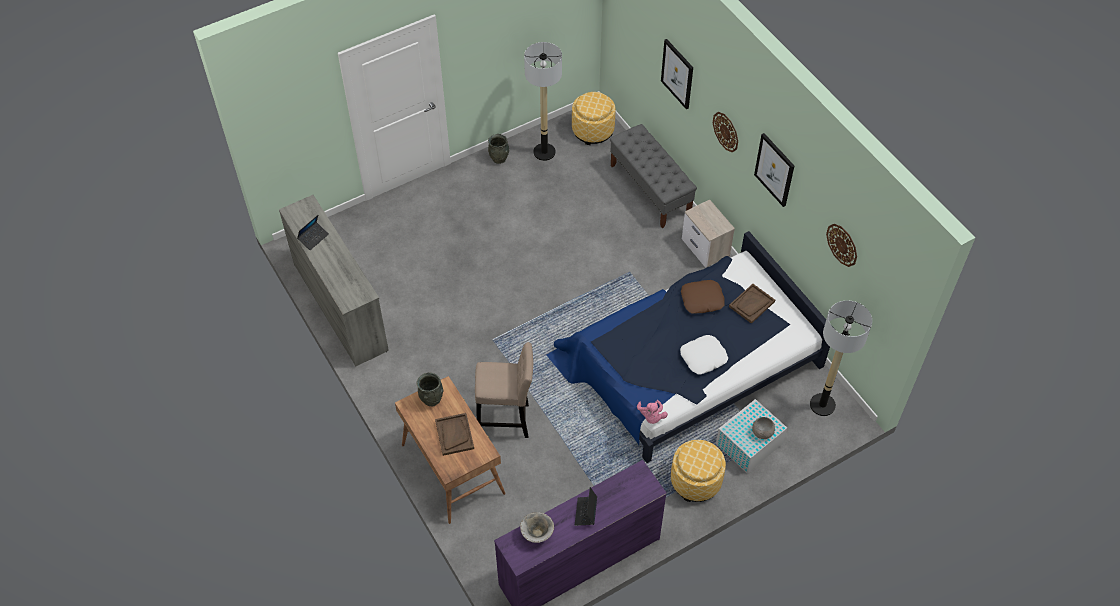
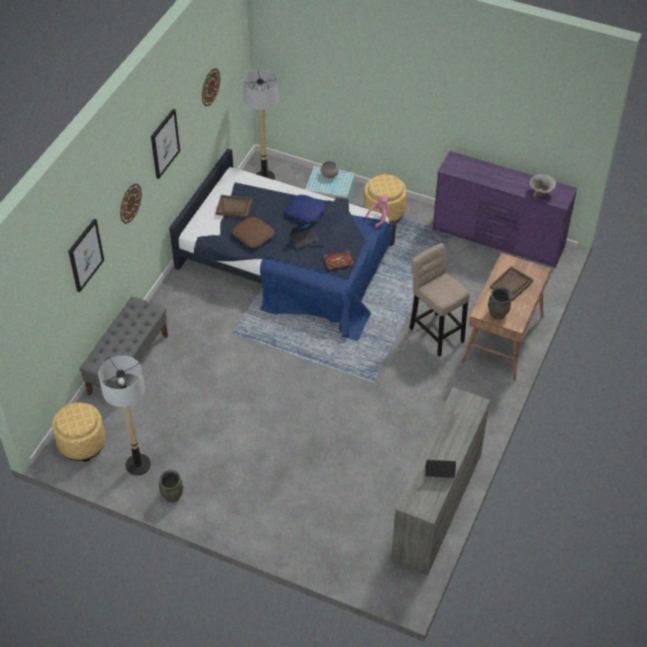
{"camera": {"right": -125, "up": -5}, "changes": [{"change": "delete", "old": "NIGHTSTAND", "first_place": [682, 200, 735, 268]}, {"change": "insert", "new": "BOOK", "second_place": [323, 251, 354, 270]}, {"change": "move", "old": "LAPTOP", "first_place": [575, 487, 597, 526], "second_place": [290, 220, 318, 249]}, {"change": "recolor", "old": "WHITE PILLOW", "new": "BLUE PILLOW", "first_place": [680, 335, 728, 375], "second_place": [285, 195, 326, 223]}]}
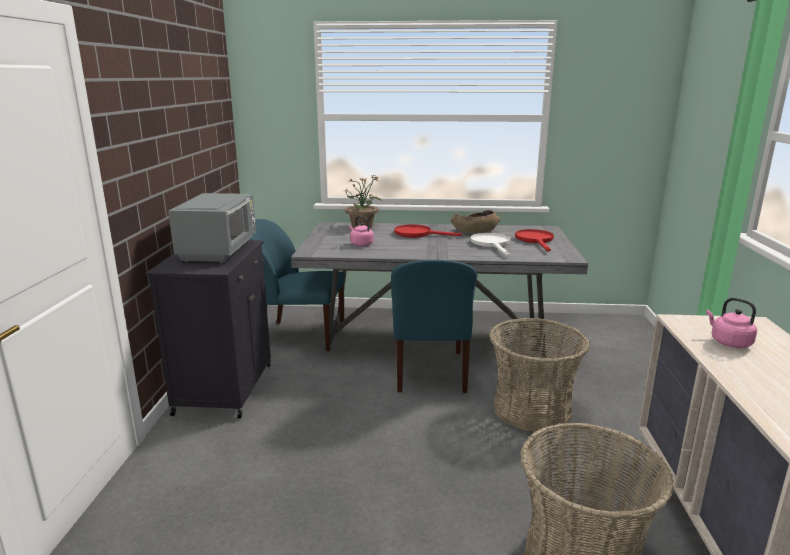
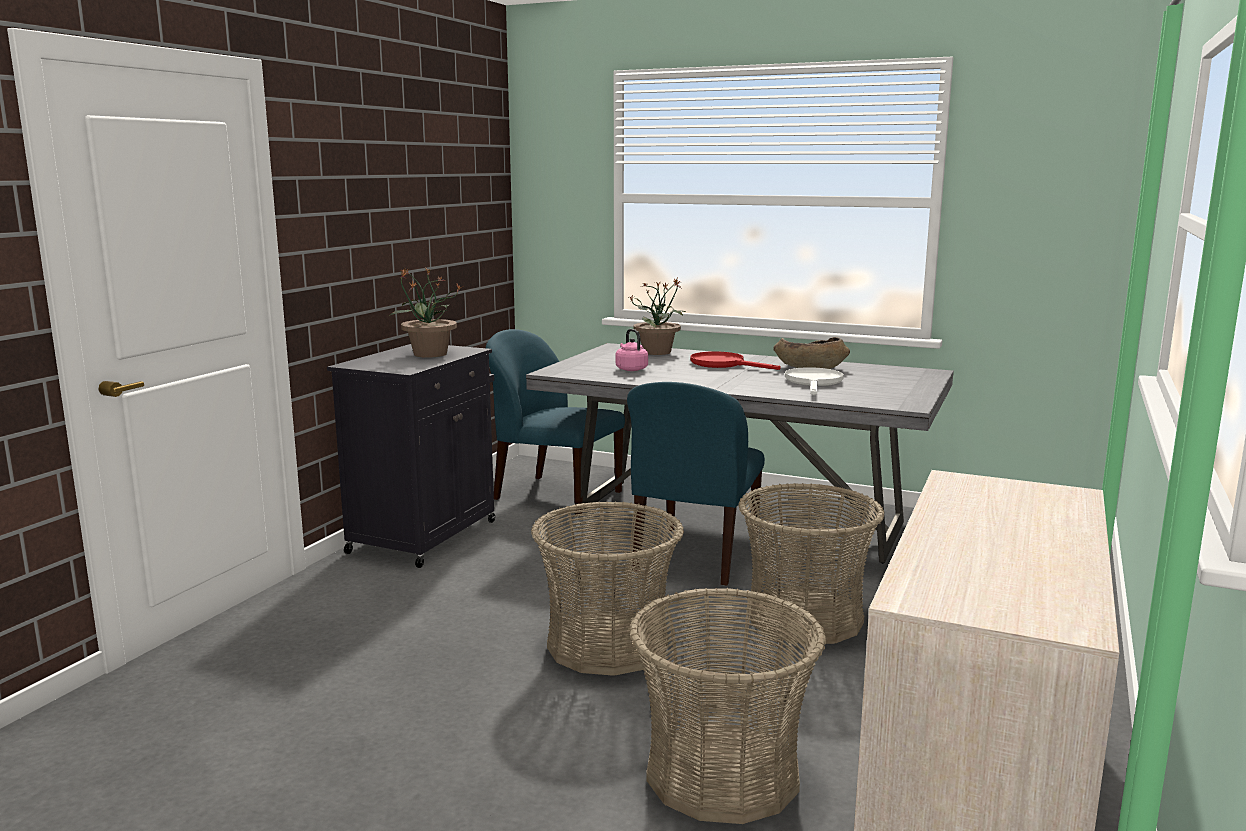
{"camera": {"right": 20, "up": -5}, "changes": [{"change": "delete", "old": "RED FRYING PAN", "first_place": [515, 229, 554, 252]}, {"change": "delete", "old": "PINK KETTLE", "first_place": [706, 298, 757, 348]}, {"change": "insert", "new": "BASKET", "second_place": [531, 501, 684, 676]}, {"change": "replace", "old": "GREY MICROWAVE", "new": "POTTED PLANT", "first_place": [168, 193, 256, 263], "second_place": [390, 268, 462, 358]}]}
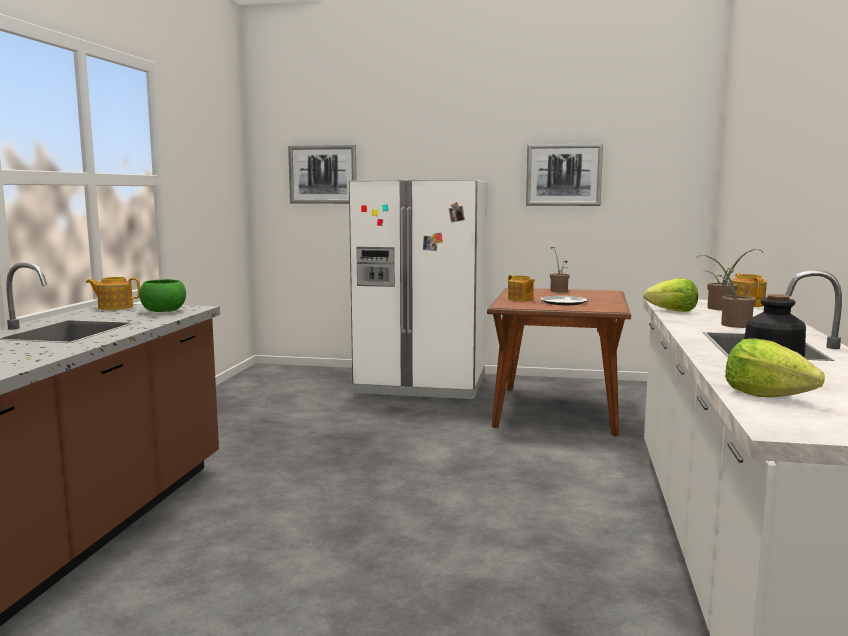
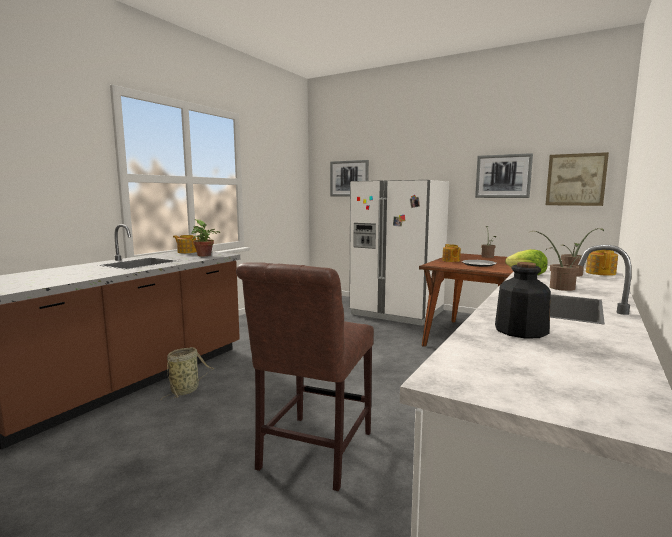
{"camera": {"right": 20, "up": 0}, "changes": [{"change": "delete", "old": "LETTUCE", "first_place": [725, 338, 825, 397]}, {"change": "insert", "new": "BASKET", "second_place": [161, 347, 215, 399]}, {"change": "insert", "new": "BROWN CHAIR", "second_place": [236, 262, 374, 491]}, {"change": "insert", "new": "PICTURE", "second_place": [546, 152, 609, 206]}, {"change": "replace", "old": "GREEN BOWL", "new": "POTTED PLANT", "first_place": [139, 279, 186, 312], "second_place": [191, 219, 220, 256]}]}
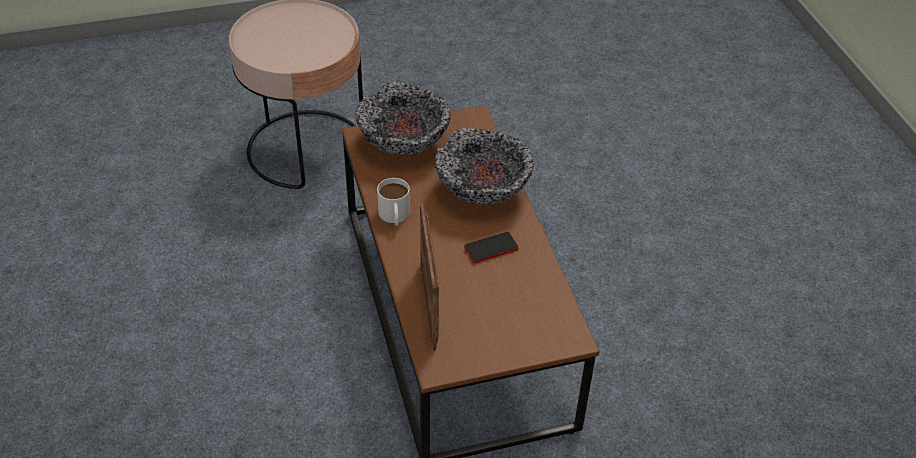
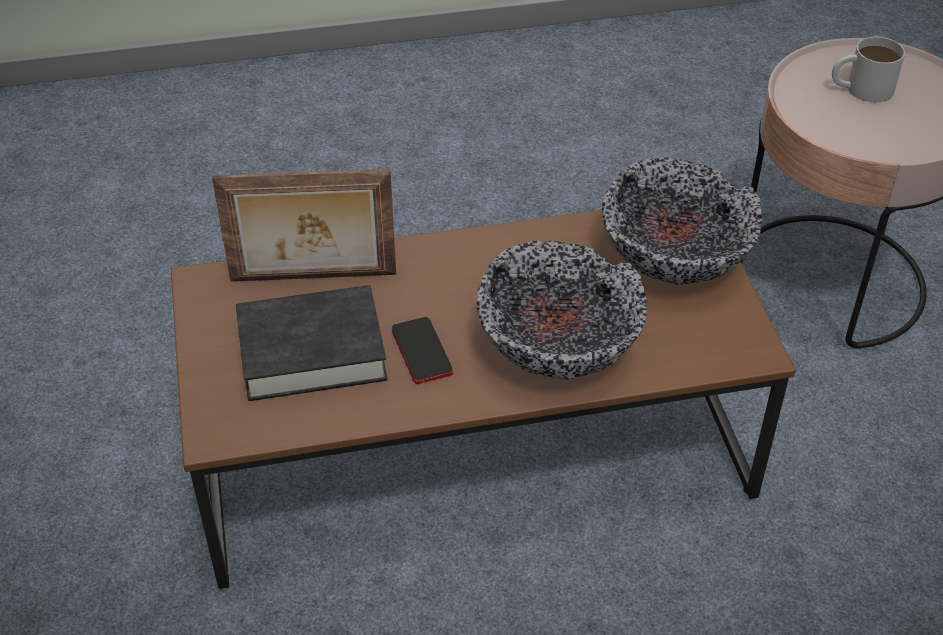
{"camera": {"right": 95, "up": 0}, "changes": [{"change": "insert", "new": "BLACK BOOK", "second_place": [236, 285, 388, 401]}, {"change": "move", "old": "WHITE MUG", "first_place": [377, 178, 410, 226], "second_place": [832, 37, 905, 102]}]}
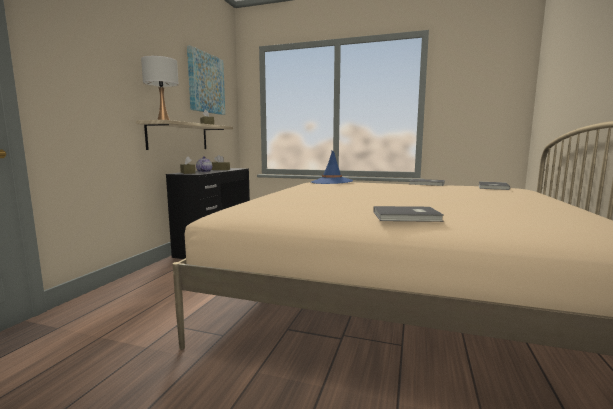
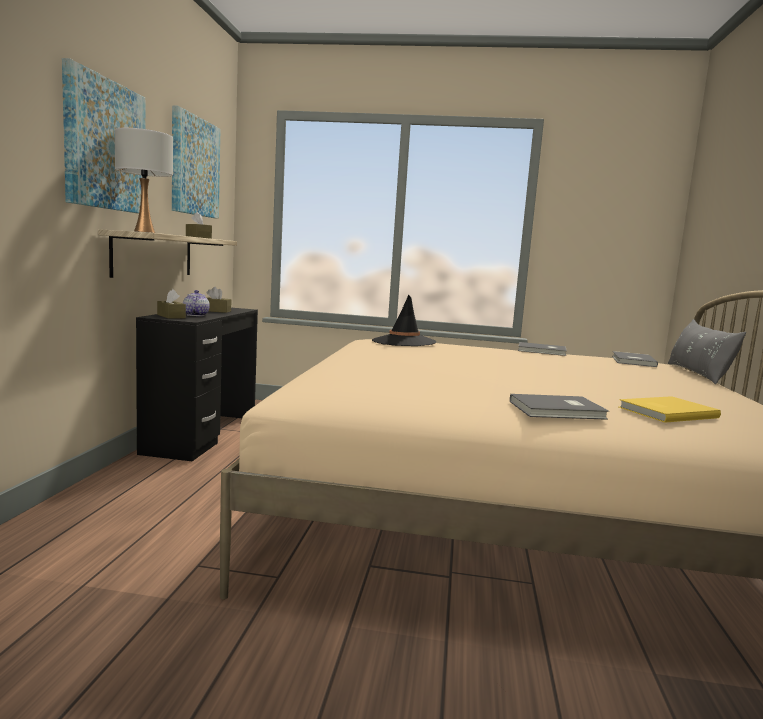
{"camera": {"right": -10, "up": 0}, "changes": [{"change": "insert", "new": "PICTURE", "second_place": [62, 58, 145, 214]}, {"change": "insert", "new": "YELLOW BOOK", "second_place": [619, 396, 721, 423]}, {"change": "insert", "new": "GREY PILLOW", "second_place": [668, 319, 746, 384]}, {"change": "recolor", "old": "BLUE HAT", "new": "BLACK HAT", "first_place": [311, 151, 353, 184], "second_place": [372, 295, 436, 346]}]}
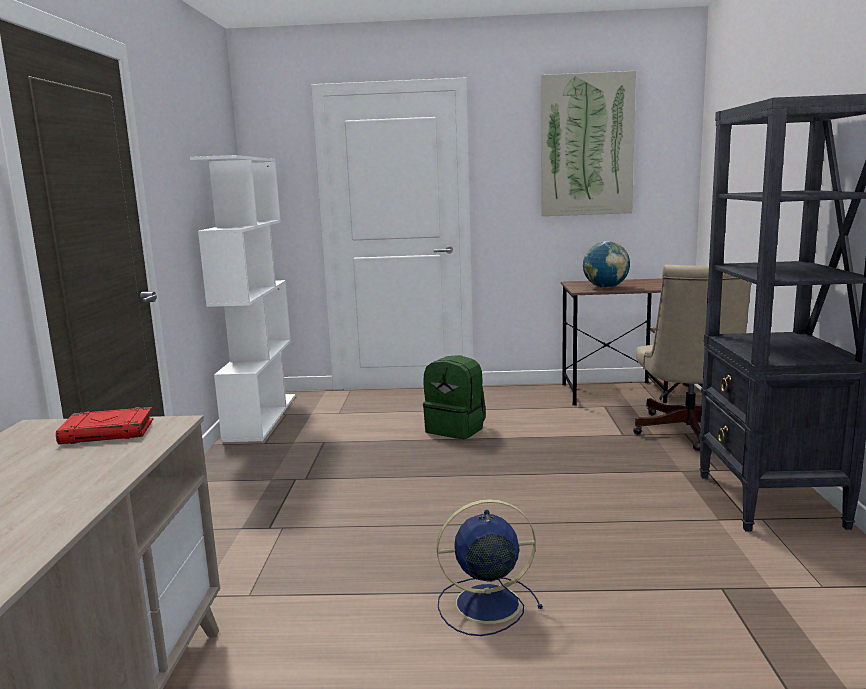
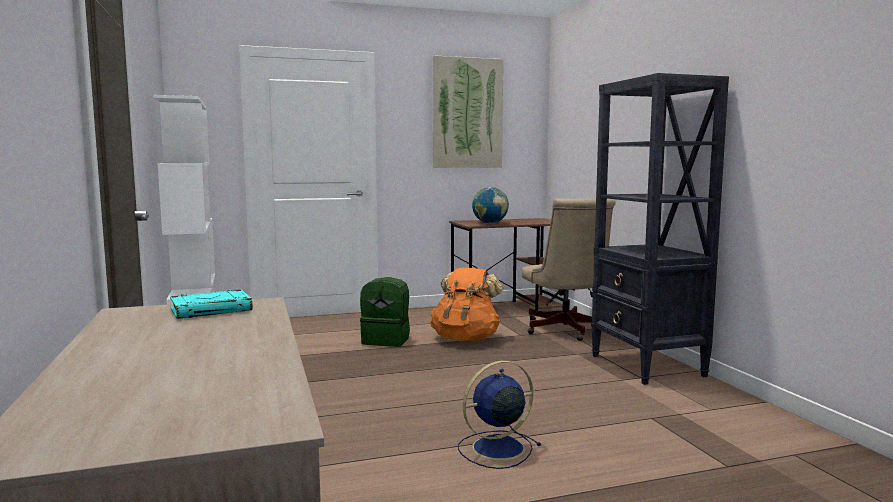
{"camera": {"right": -20, "up": -5}, "changes": [{"change": "insert", "new": "ORANGE BACKPACK", "second_place": [430, 268, 503, 341]}, {"change": "recolor", "old": "RED BOOK", "new": "TURQUOISE BOOK", "first_place": [56, 407, 153, 444], "second_place": [170, 289, 253, 319]}]}
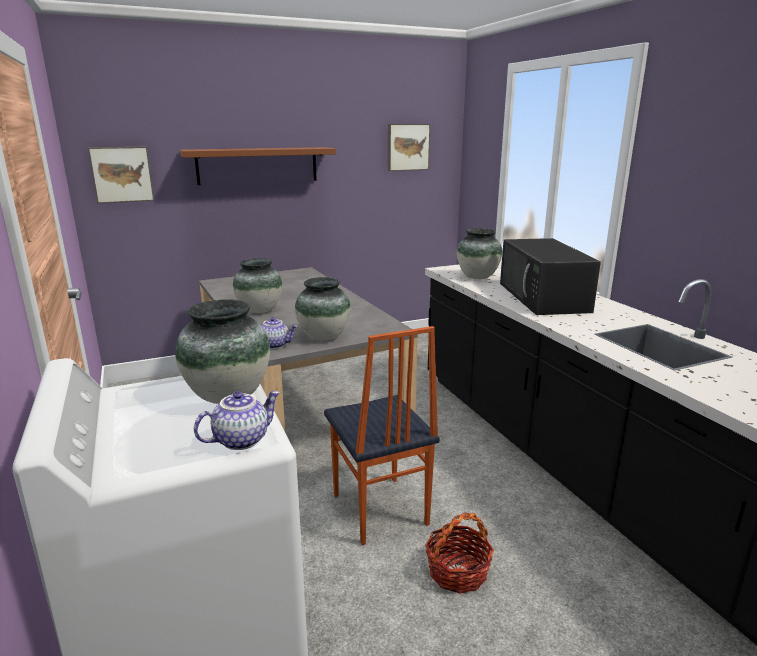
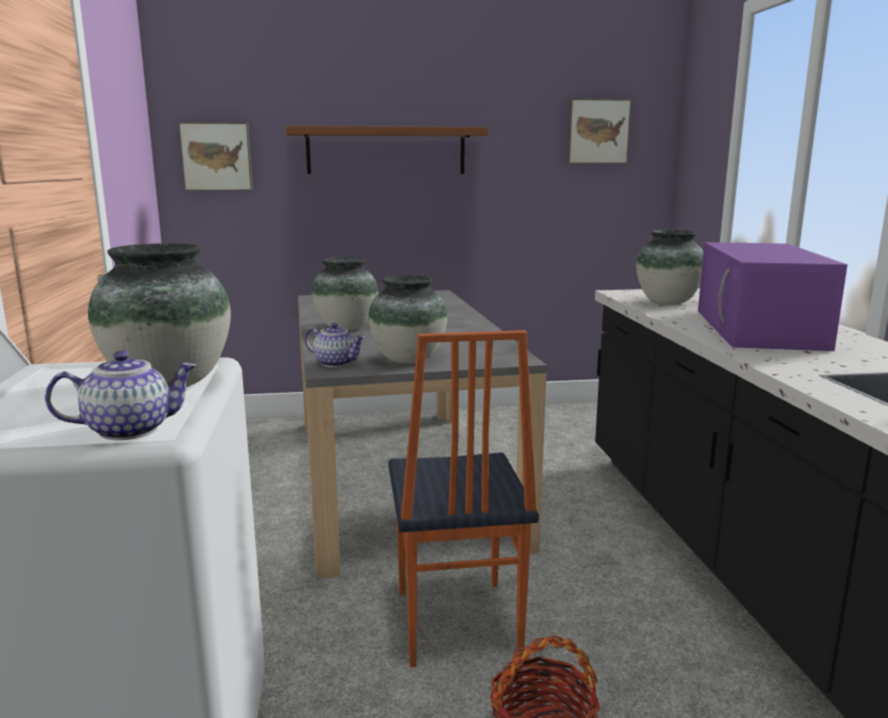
{"camera": {"right": 15, "up": -5}, "changes": [{"change": "recolor", "old": "BLACK MICROWAVE", "new": "PURPLE MICROWAVE", "first_place": [500, 238, 601, 315], "second_place": [698, 242, 847, 351]}]}
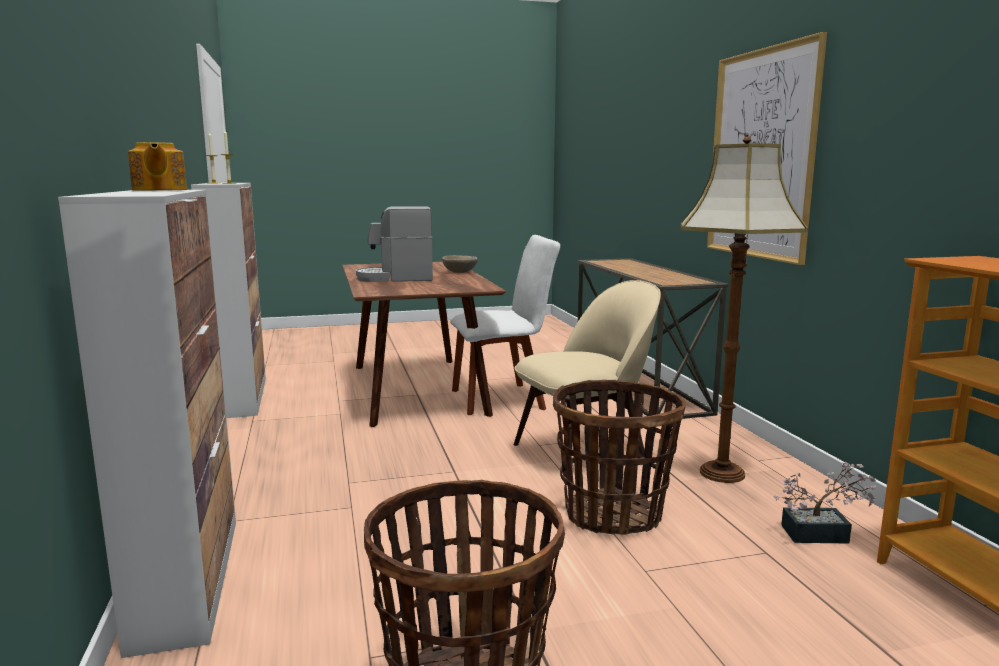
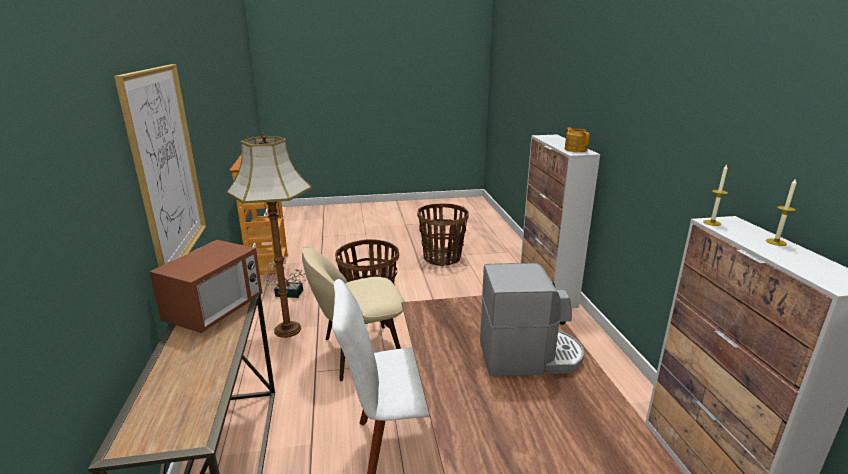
{"camera": {"right": -175, "up": 10}, "changes": [{"change": "delete", "old": "BEIGE BOWL", "first_place": [442, 255, 478, 273]}, {"change": "insert", "new": "MICROWAVE", "second_place": [149, 240, 262, 333]}]}
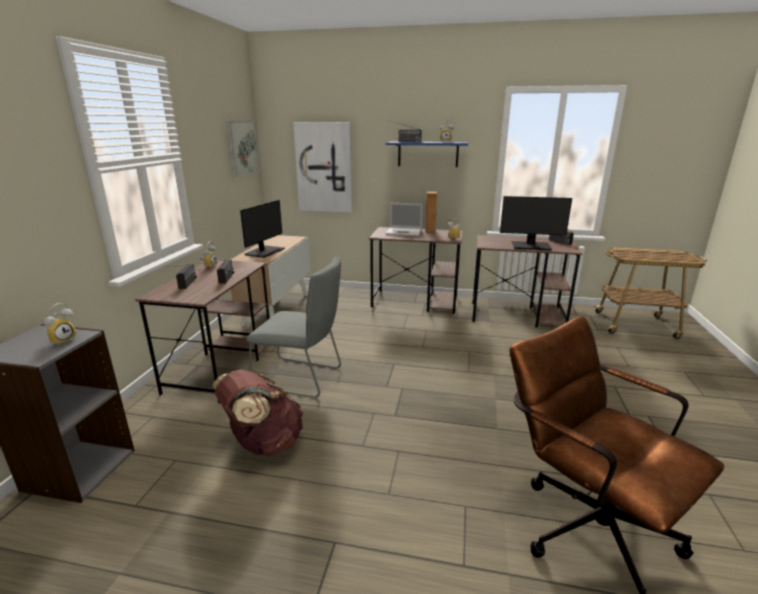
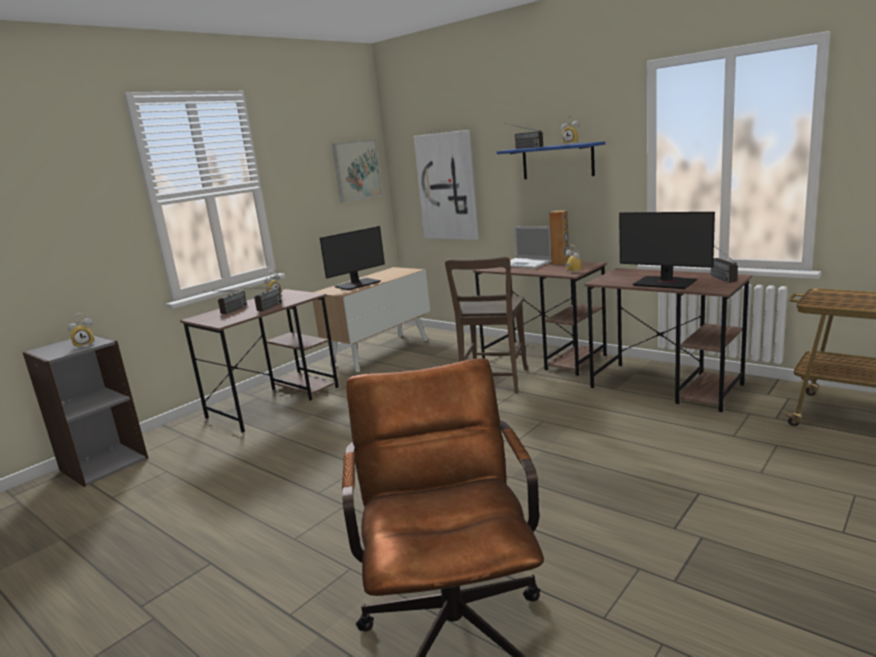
{"camera": {"right": 30, "up": -5}, "changes": [{"change": "delete", "old": "BROWN BACKPACK", "first_place": [213, 370, 304, 456]}, {"change": "delete", "old": "GREY CHAIR", "first_place": [247, 257, 341, 398]}, {"change": "insert", "new": "BROWN CHAIR", "second_place": [445, 257, 528, 393]}]}
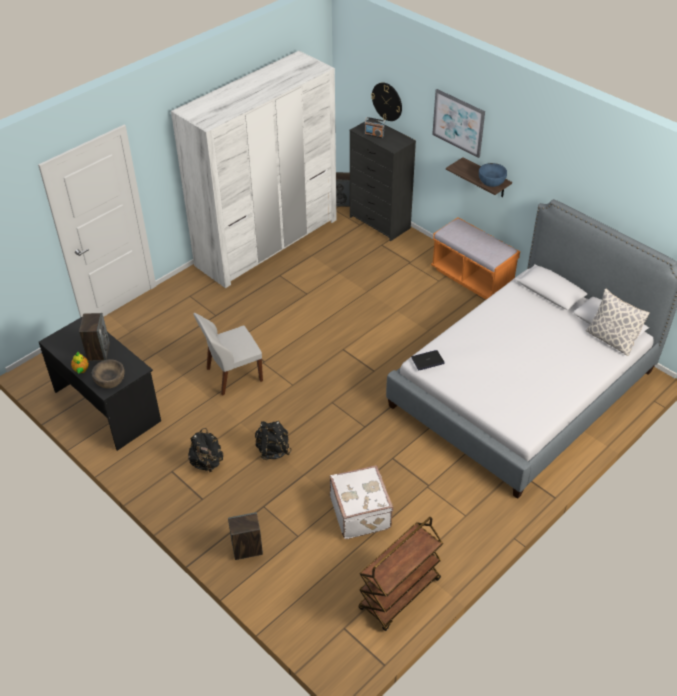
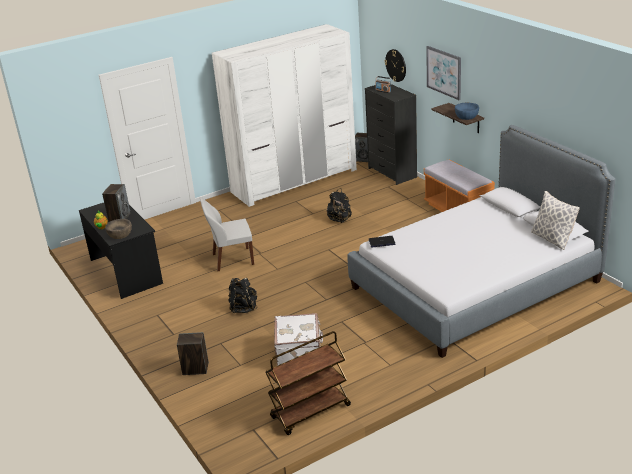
{"camera": {"right": 15, "up": -15}, "changes": [{"change": "move", "old": "BLACK BACKPACK", "first_place": [188, 428, 223, 472], "second_place": [327, 188, 352, 223]}]}
